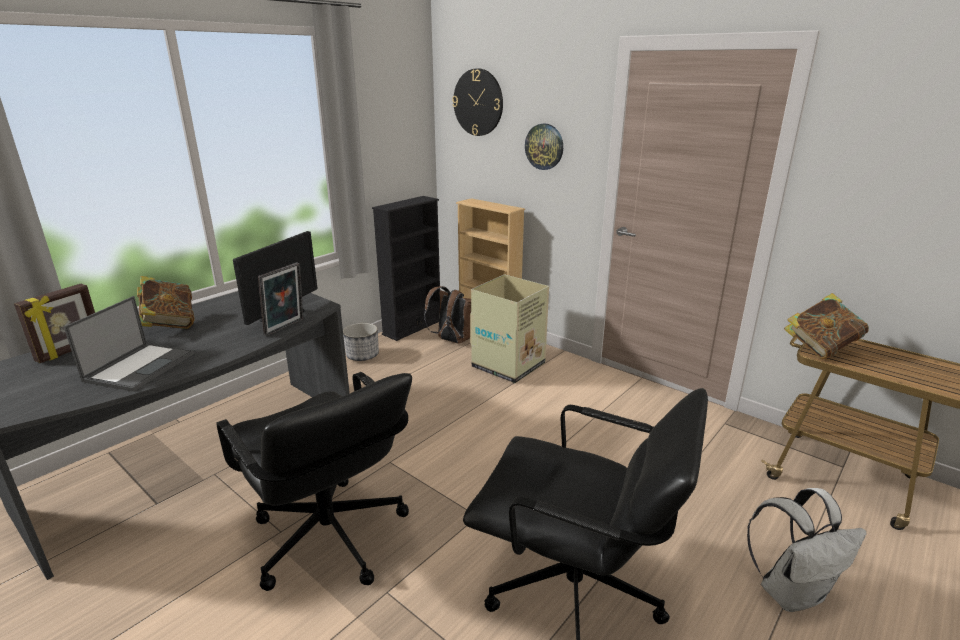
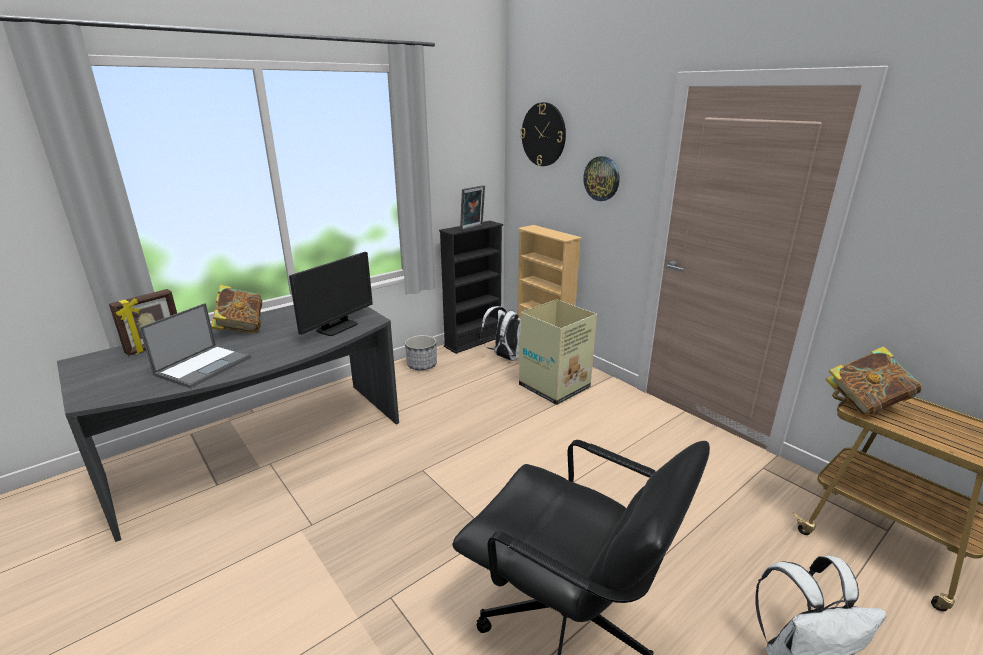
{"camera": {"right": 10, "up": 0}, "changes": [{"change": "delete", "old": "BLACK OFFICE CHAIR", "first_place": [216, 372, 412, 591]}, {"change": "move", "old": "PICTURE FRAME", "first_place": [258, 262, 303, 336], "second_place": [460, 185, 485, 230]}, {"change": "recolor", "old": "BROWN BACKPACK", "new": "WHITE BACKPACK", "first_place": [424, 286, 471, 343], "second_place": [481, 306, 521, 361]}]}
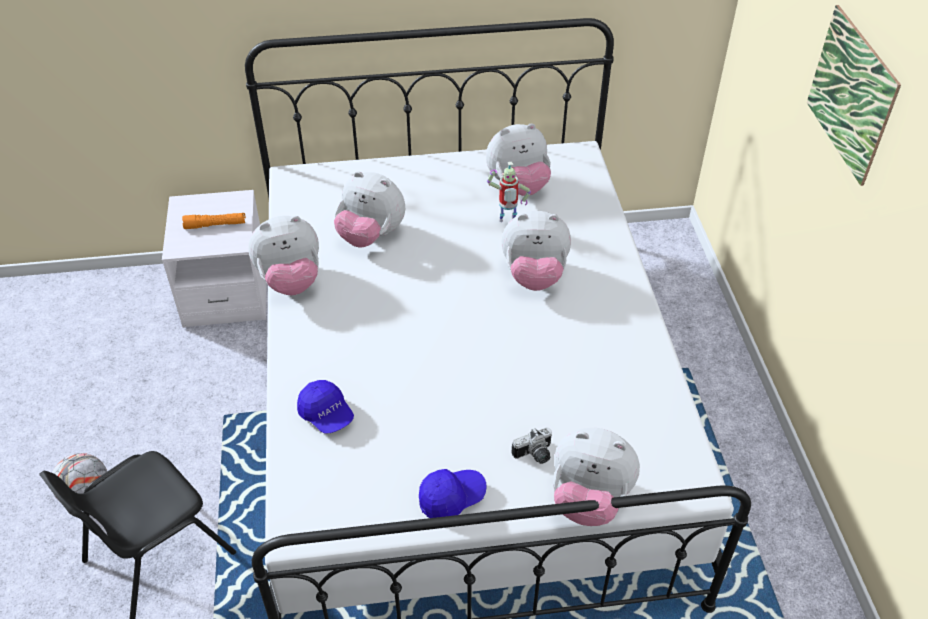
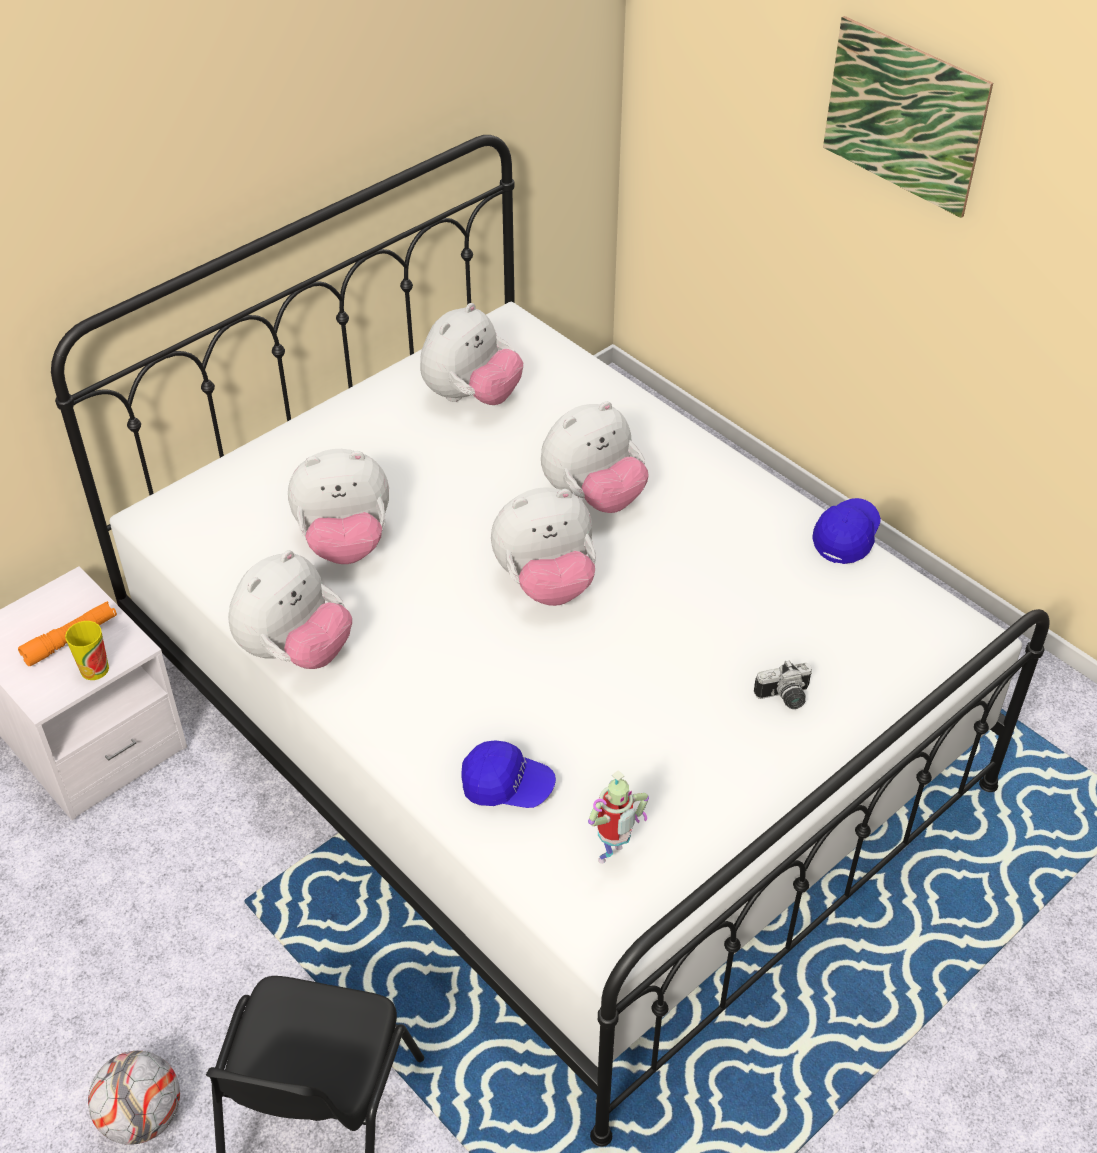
{"camera": {"right": -35, "up": 0}, "changes": [{"change": "insert", "new": "CUP", "second_place": [65, 621, 109, 680]}, {"change": "move", "old": "BLUE CAP", "first_place": [419, 469, 487, 518], "second_place": [812, 498, 881, 564]}, {"change": "move", "old": "TOY ROBOT", "first_place": [487, 162, 531, 222], "second_place": [588, 770, 649, 864]}, {"change": "move", "old": "PLUSH TOY", "first_place": [553, 428, 640, 526], "second_place": [491, 487, 596, 606]}, {"change": "rotate", "old": "PHOTO CAMERA", "first_place": [511, 427, 552, 464], "second_place": [754, 660, 812, 709], "degrees": 45}]}
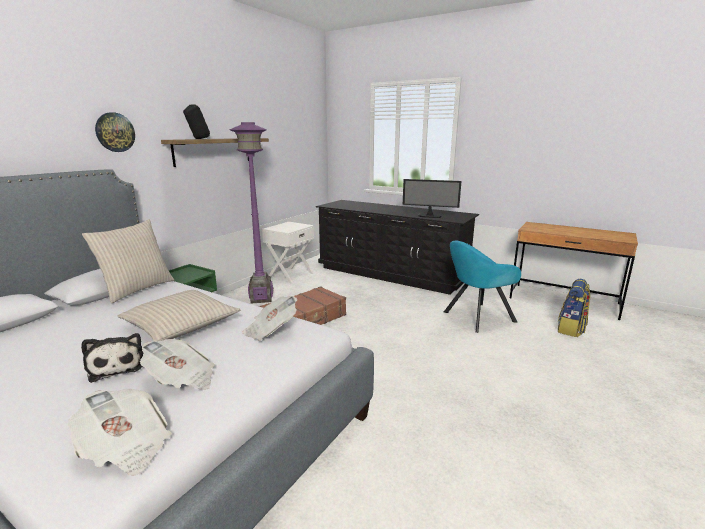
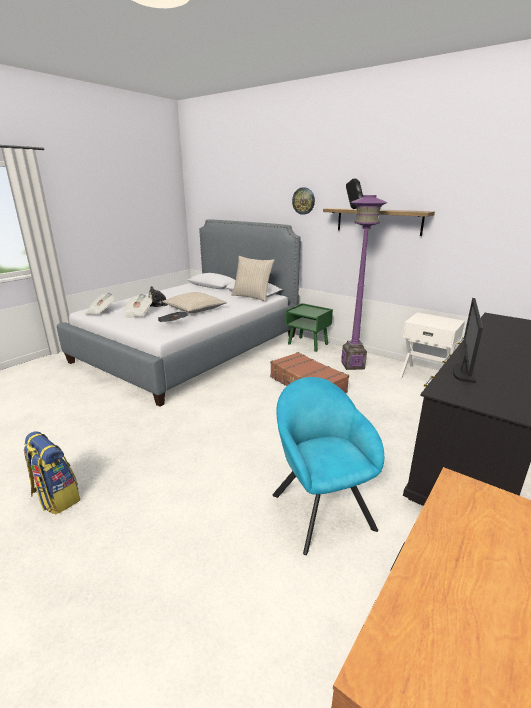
{"camera": {"right": 95, "up": 5}, "changes": [{"change": "move", "old": "BACKPACK", "first_place": [558, 279, 591, 337], "second_place": [23, 431, 80, 515]}]}
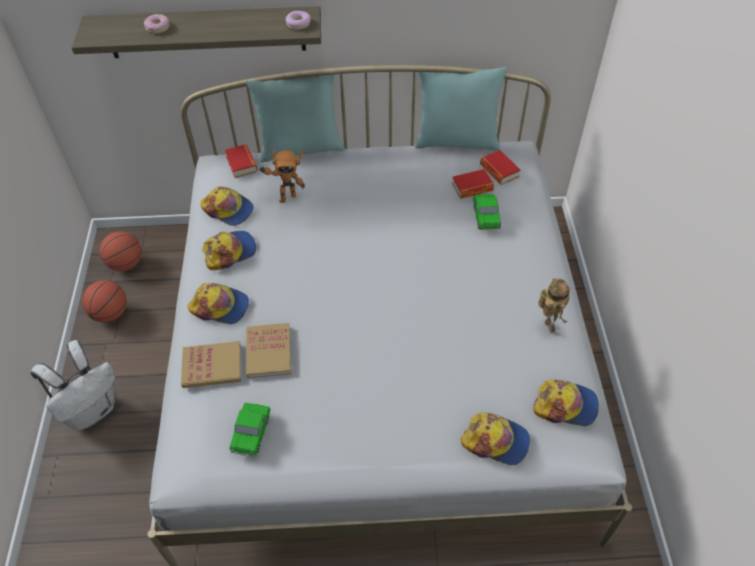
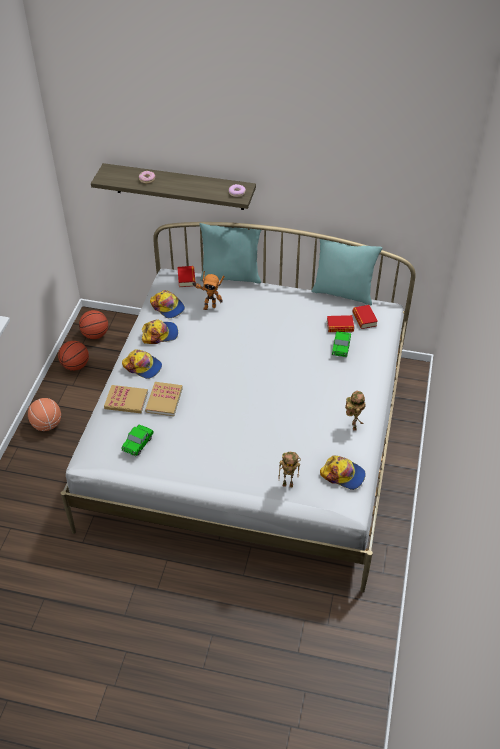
{"camera": {"right": 15, "up": -5}, "changes": [{"change": "replace", "old": "WHITE BACKPACK", "new": "BASKETBALL", "first_place": [30, 340, 115, 430], "second_place": [28, 398, 61, 431]}, {"change": "replace", "old": "CAP", "new": "TOY ROBOT", "first_place": [461, 413, 530, 465], "second_place": [278, 452, 301, 488]}]}
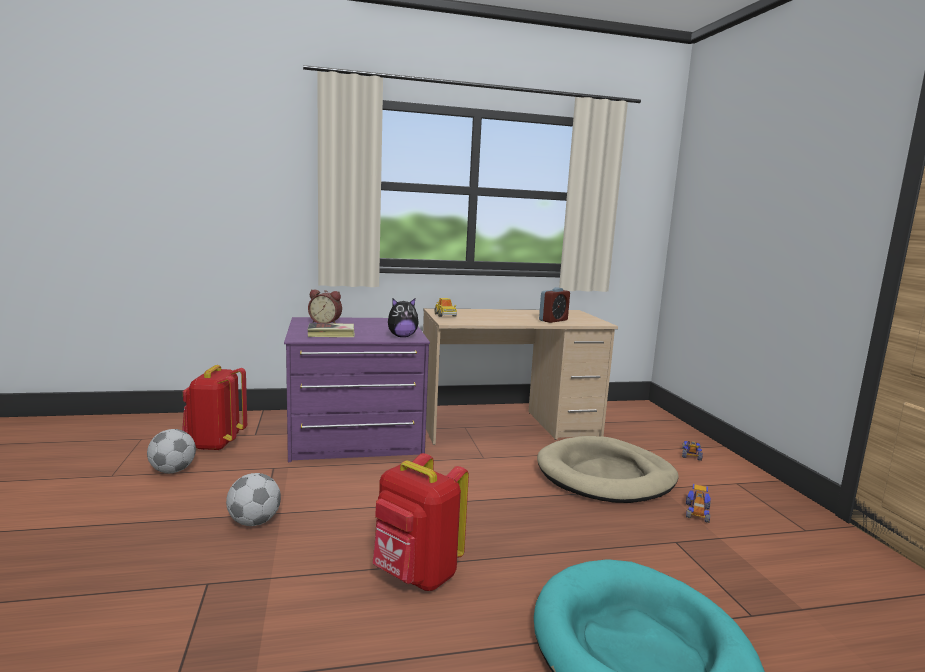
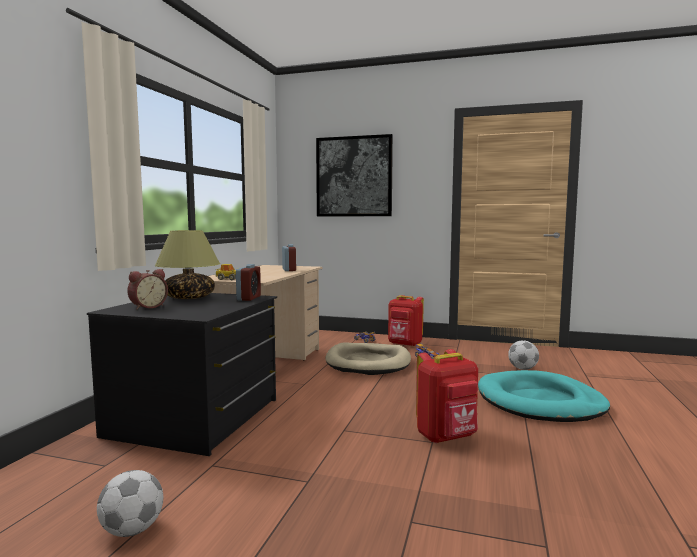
{"camera": {"right": -60, "up": -5}, "changes": [{"change": "delete", "old": "BOOK", "first_place": [308, 323, 355, 337]}, {"change": "insert", "new": "TABLE LAMP", "second_place": [155, 230, 220, 299]}, {"change": "insert", "new": "PICTURE", "second_place": [316, 134, 393, 216]}, {"change": "move", "old": "RED BACKPACK", "first_place": [182, 365, 247, 451], "second_place": [388, 295, 424, 347]}, {"change": "move", "old": "FOOTBALL", "first_place": [226, 473, 281, 526], "second_place": [508, 340, 539, 370]}, {"change": "replace", "old": "PLUSH TOY", "new": "ALARM CLOCK", "first_place": [388, 299, 419, 337], "second_place": [236, 264, 261, 301]}, {"change": "recolor", "old": "PURPLE DRESSER", "new": "BLACK DRESSER", "first_place": [284, 317, 430, 462], "second_place": [87, 293, 277, 456]}]}
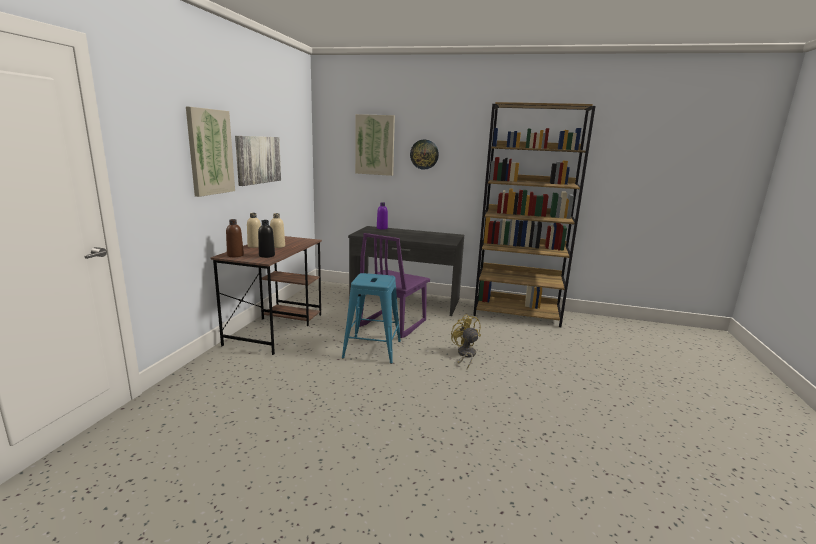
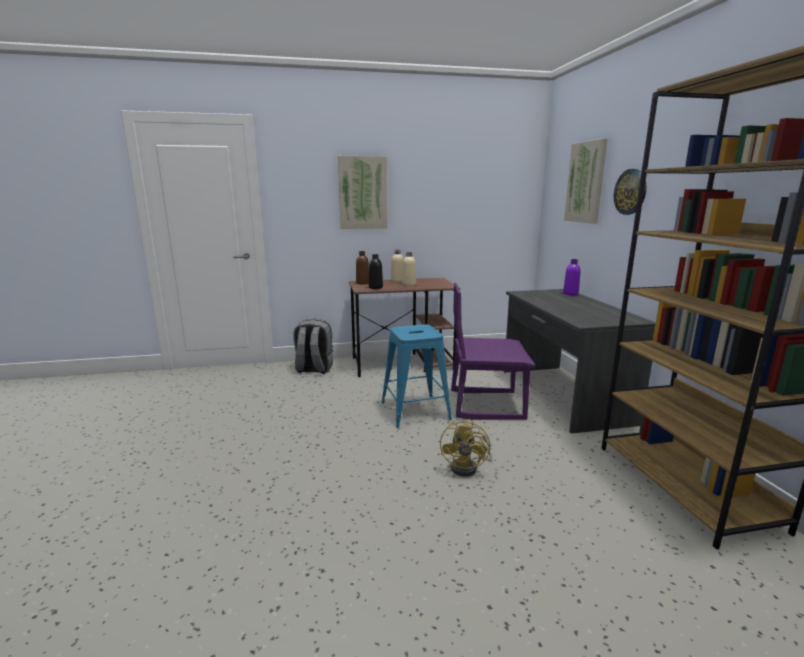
{"camera": {"right": 65, "up": 0}, "changes": [{"change": "delete", "old": "PICTURE", "first_place": [235, 136, 281, 186]}, {"change": "insert", "new": "GREY BACKPACK", "second_place": [293, 318, 333, 374]}, {"change": "rotate", "old": "YELLOW FAN", "first_place": [451, 314, 481, 369], "second_place": [440, 419, 492, 477], "degrees": 150}]}
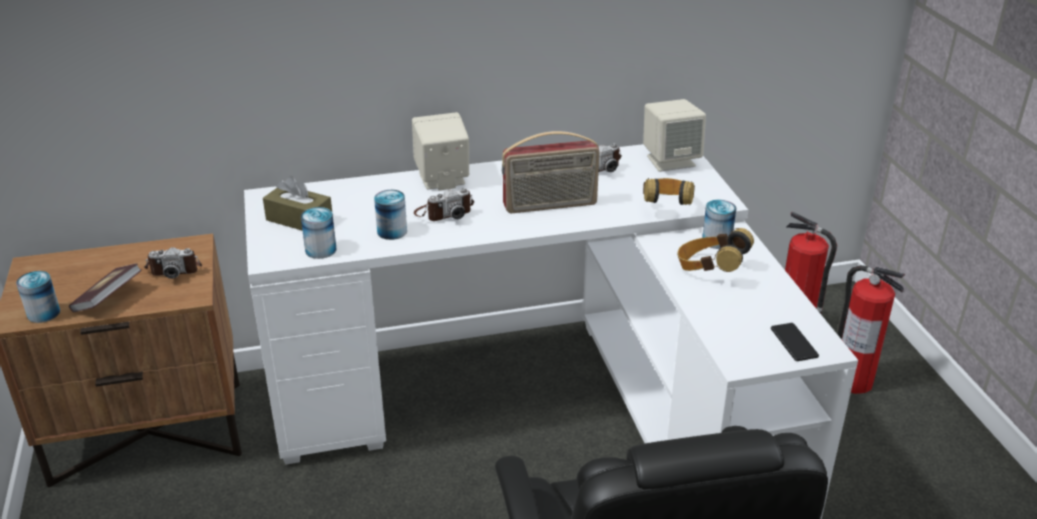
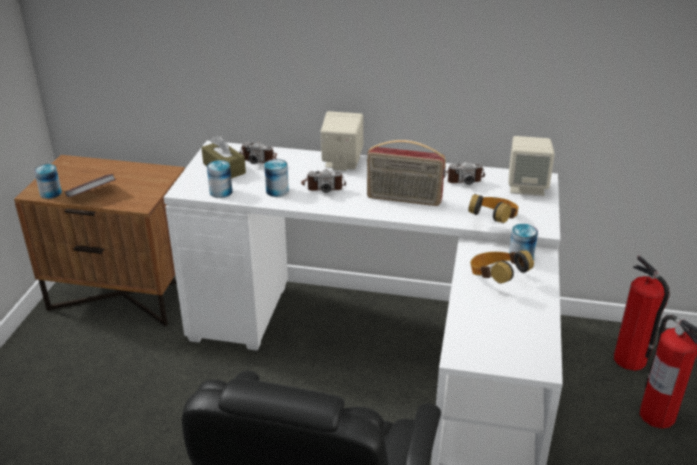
{"camera": {"right": 25, "up": 0}, "changes": [{"change": "delete", "old": "PHONE", "first_place": [771, 323, 819, 361]}, {"change": "move", "old": "PHOTO CAMERA", "first_place": [144, 247, 202, 279], "second_place": [239, 142, 277, 164]}]}
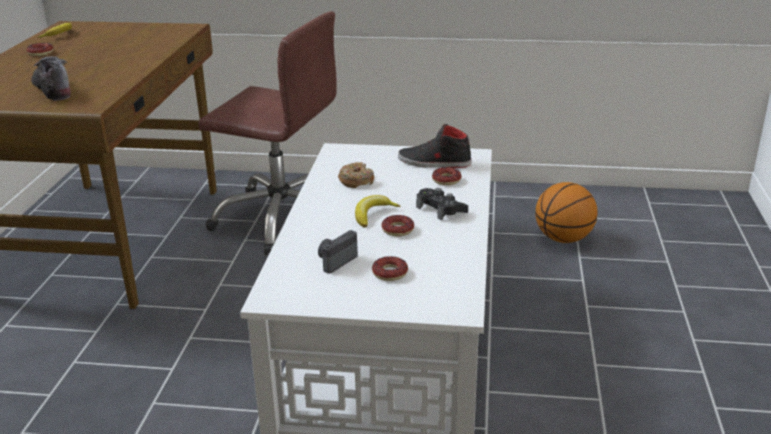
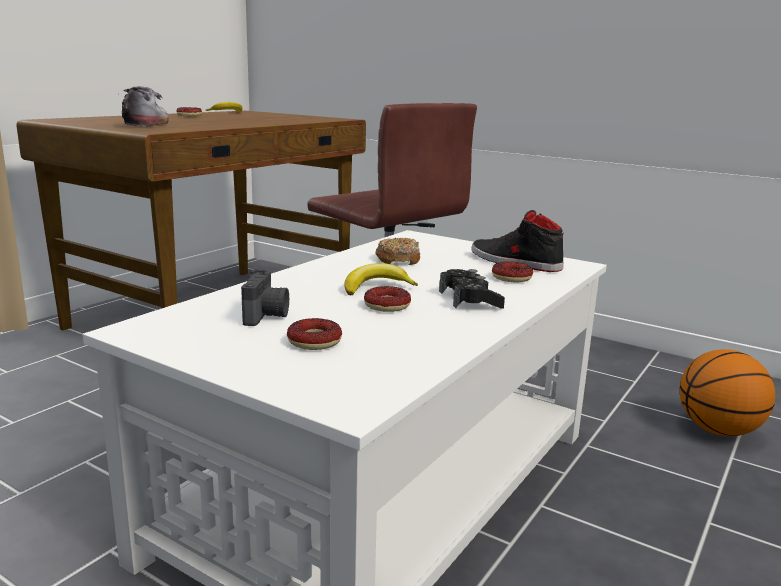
{"camera": {"right": 25, "up": -10}, "changes": [{"change": "rotate", "old": "PHOTO CAMERA", "first_place": [318, 230, 358, 274], "second_place": [241, 269, 289, 326], "degrees": 120}]}
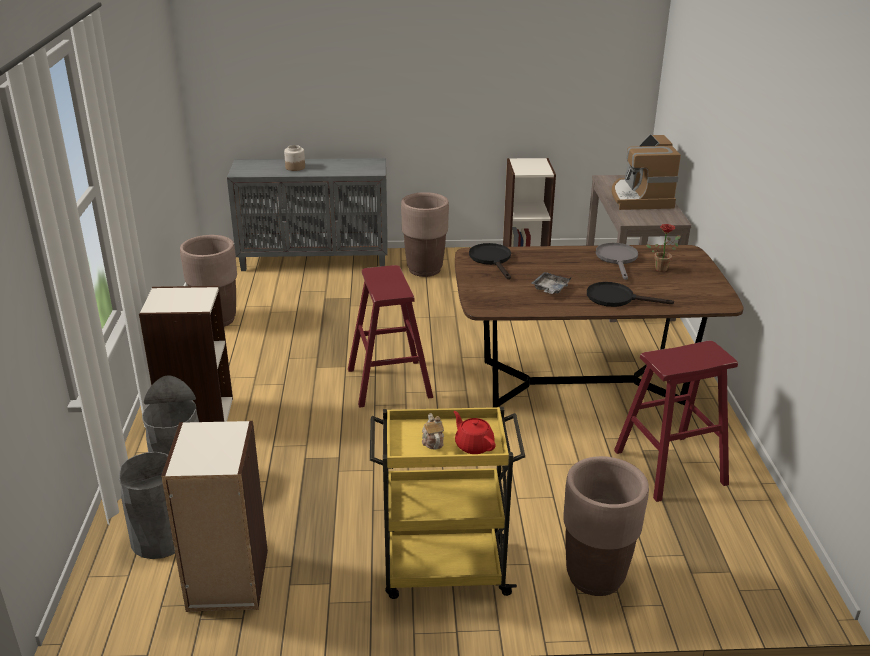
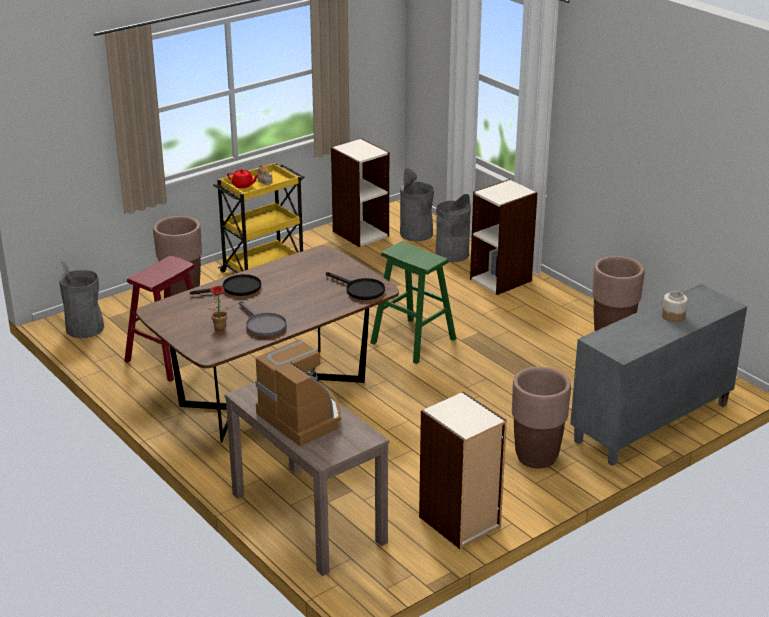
{"camera": {"right": 145, "up": 0}, "changes": [{"change": "delete", "old": "GREY TRAY", "first_place": [531, 272, 571, 294]}, {"change": "insert", "new": "GREY TRASH CAN", "second_place": [59, 260, 104, 338]}, {"change": "recolor", "old": "RED STOOL", "new": "GREEN STOOL", "first_place": [348, 265, 433, 408], "second_place": [370, 242, 456, 364]}]}
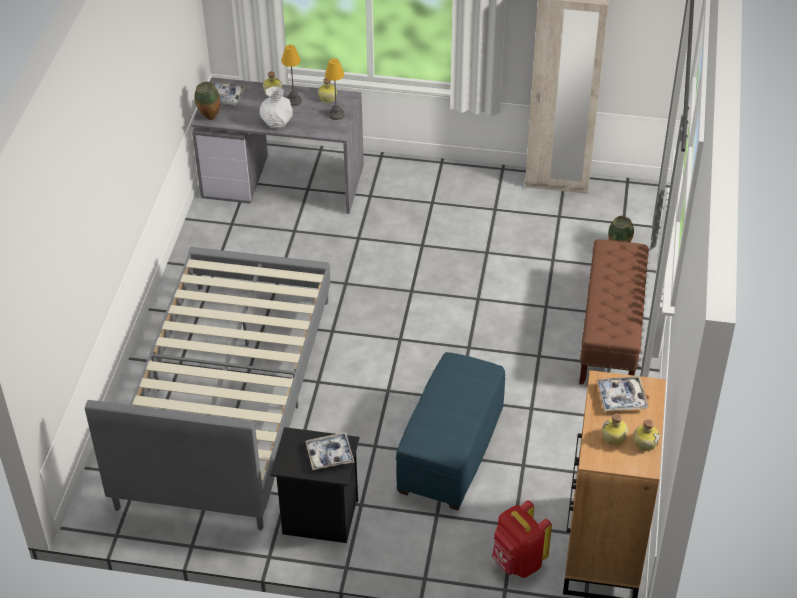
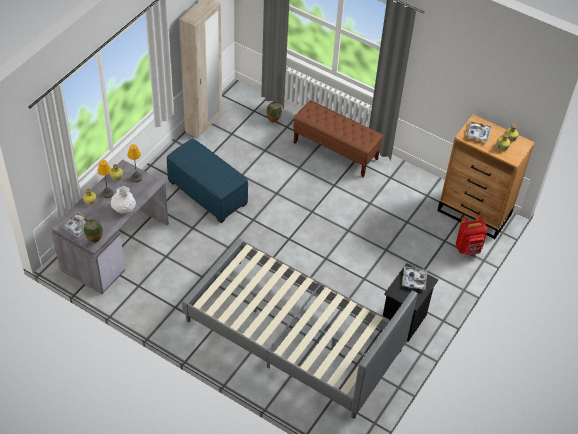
{"camera": {"right": -70, "up": 5}, "changes": [{"change": "move", "old": "BLUE OTTOMAN", "first_place": [396, 352, 505, 511], "second_place": [167, 139, 248, 223]}]}
